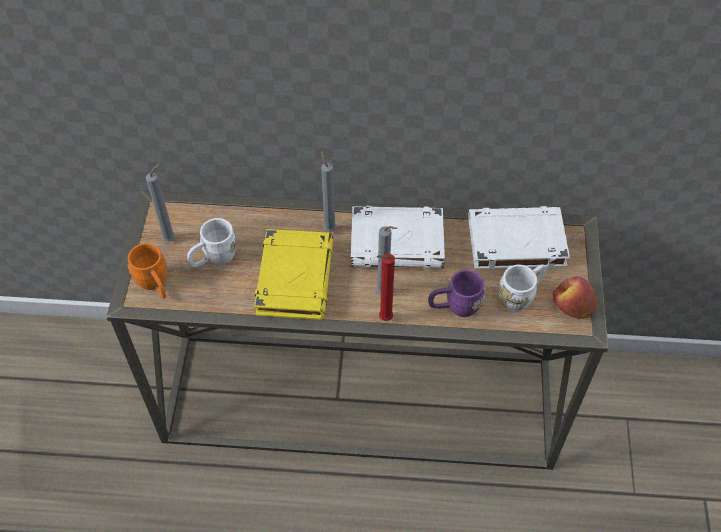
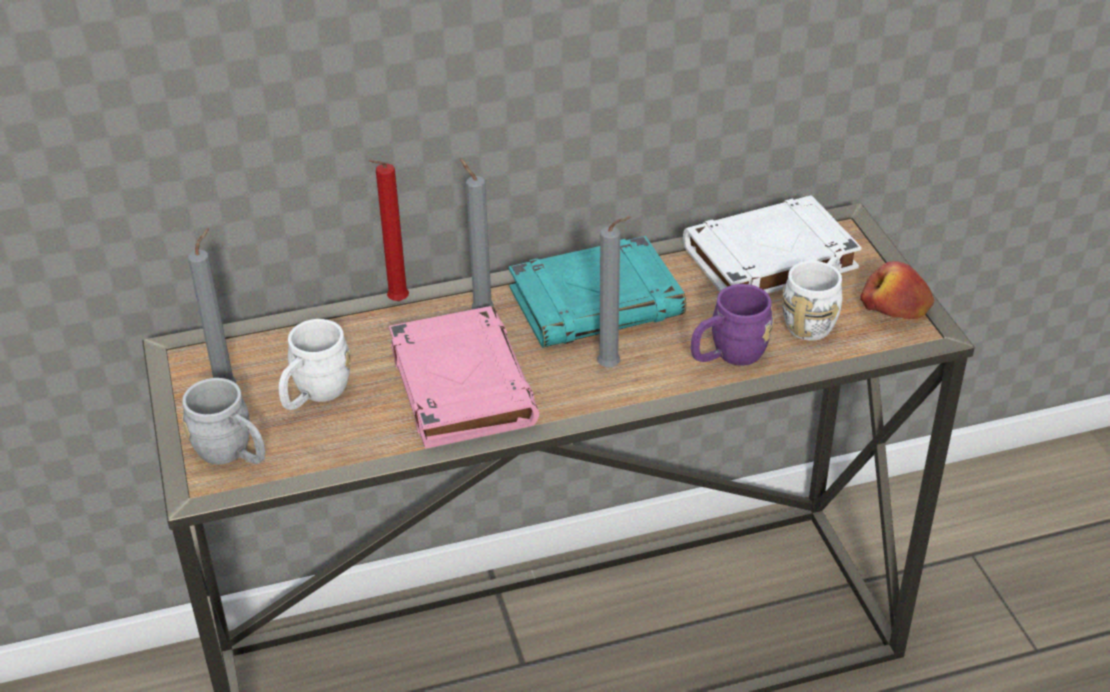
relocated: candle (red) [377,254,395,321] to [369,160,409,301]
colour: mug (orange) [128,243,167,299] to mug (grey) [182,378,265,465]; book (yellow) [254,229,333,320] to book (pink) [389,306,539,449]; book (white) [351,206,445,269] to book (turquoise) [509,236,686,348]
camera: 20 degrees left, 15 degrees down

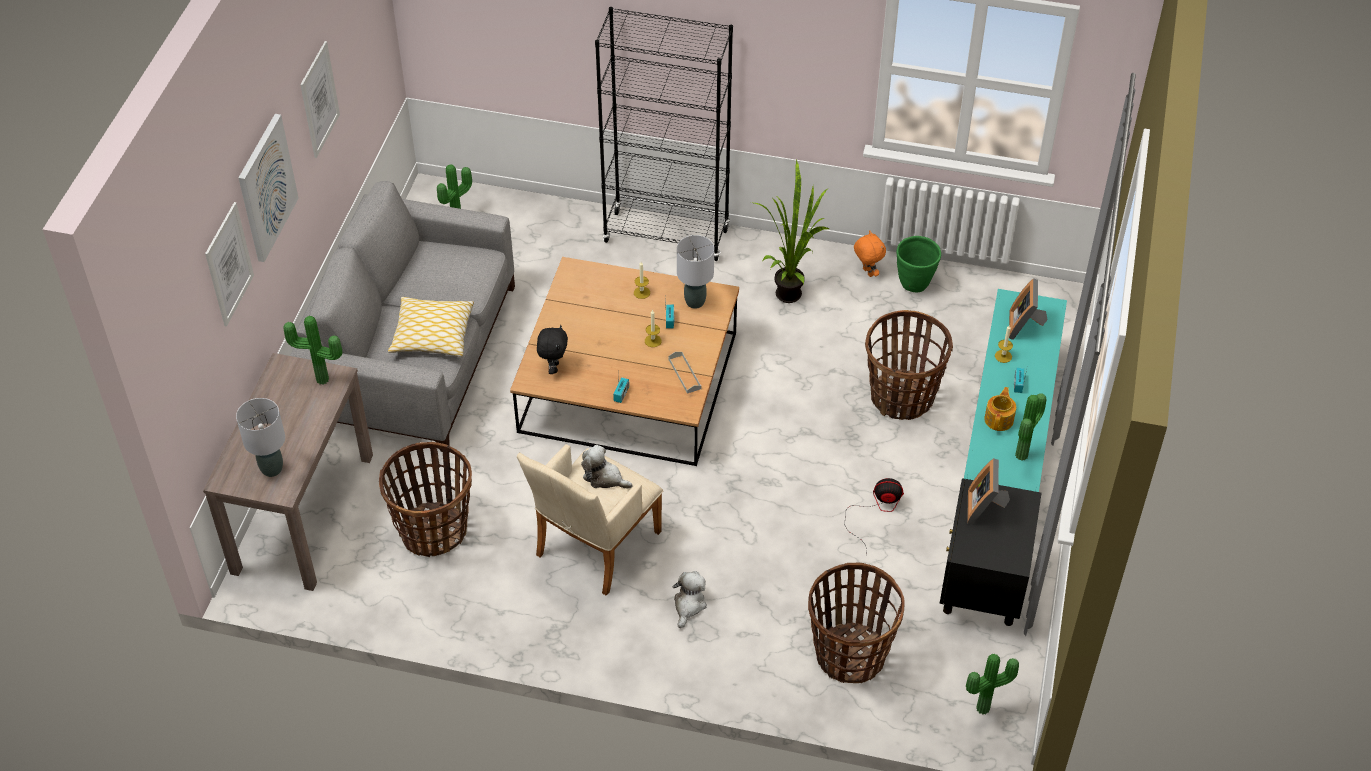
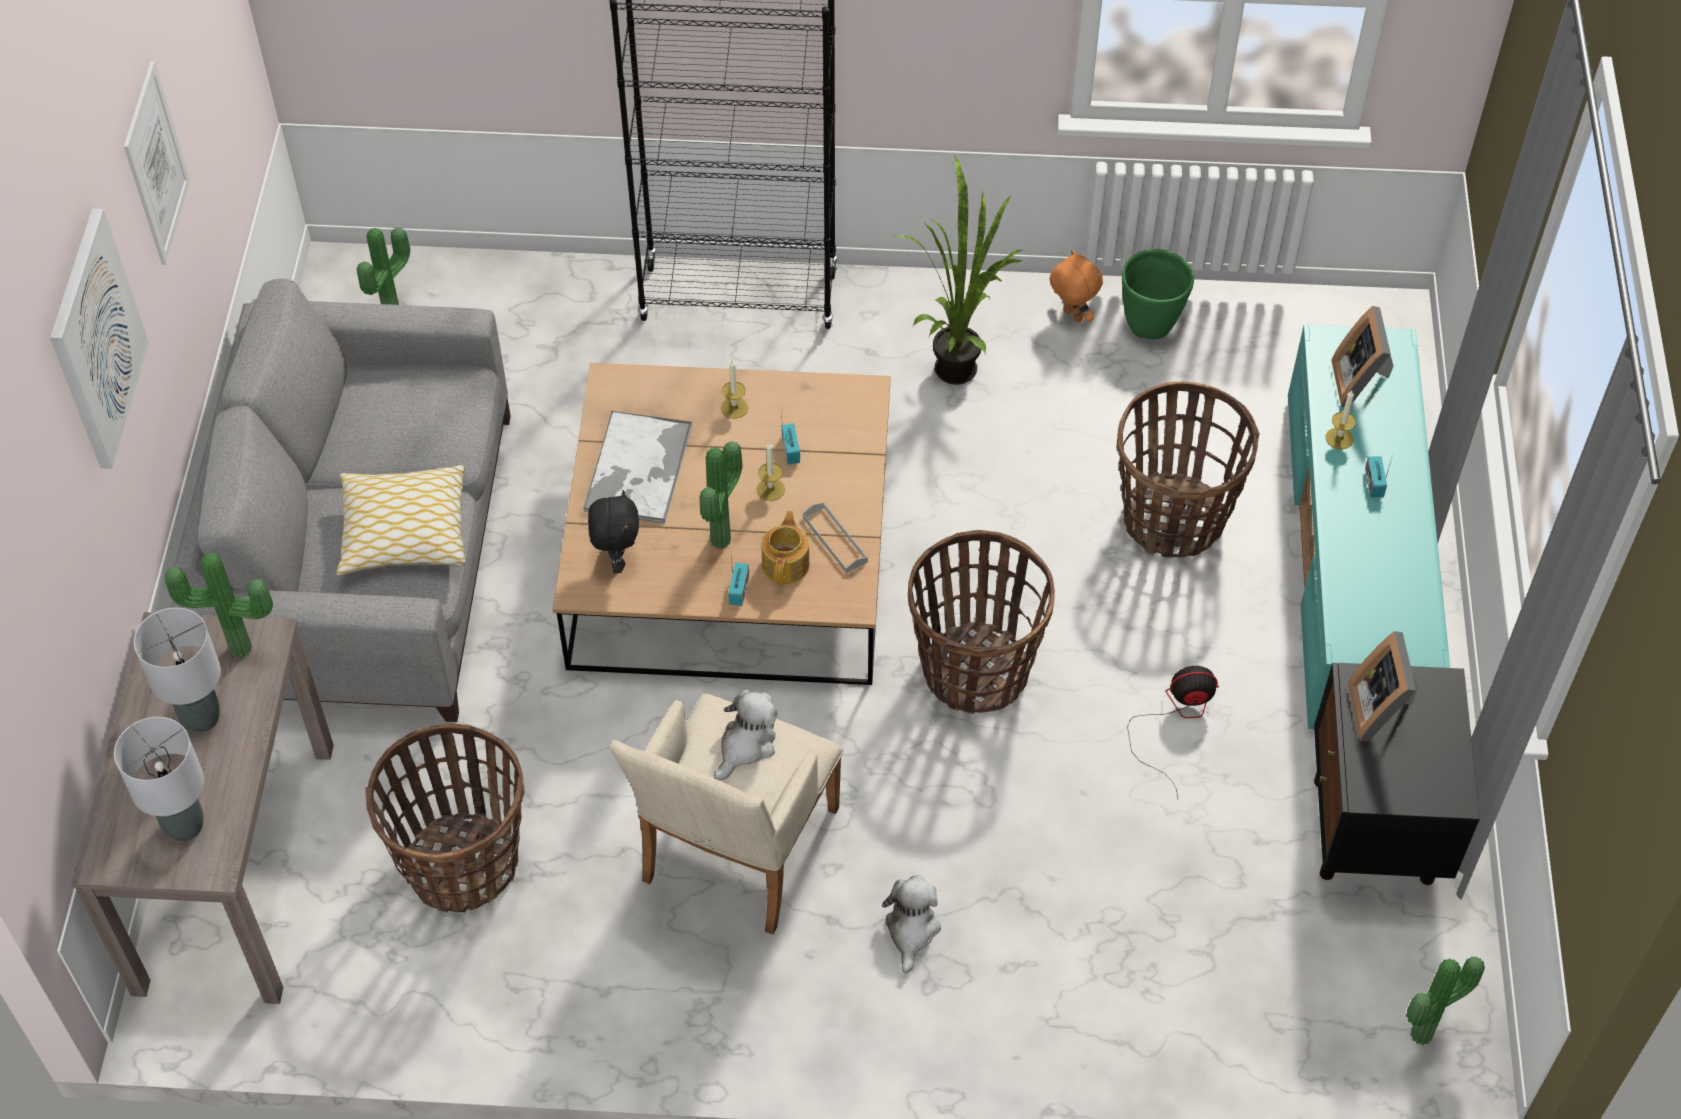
missing: picture [205,202,254,327]
appeared: tray [583,411,692,524]
relocated: table lamp (grey) [677,235,714,309] to [134,608,221,733]; basket [808,563,905,683] to [908,530,1055,714]; teapot [984,387,1016,431] to [762,511,810,584]; potted plant [1015,393,1046,461] to [700,441,743,549]
spun: plush toy [581,445,633,489] = [714,689,778,780] 105 degrees clockwise
camera: 10 degrees left, 5 degrees up

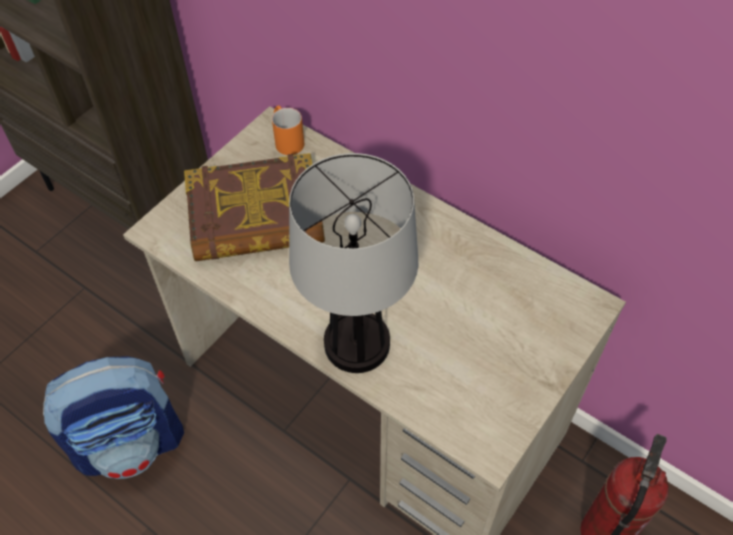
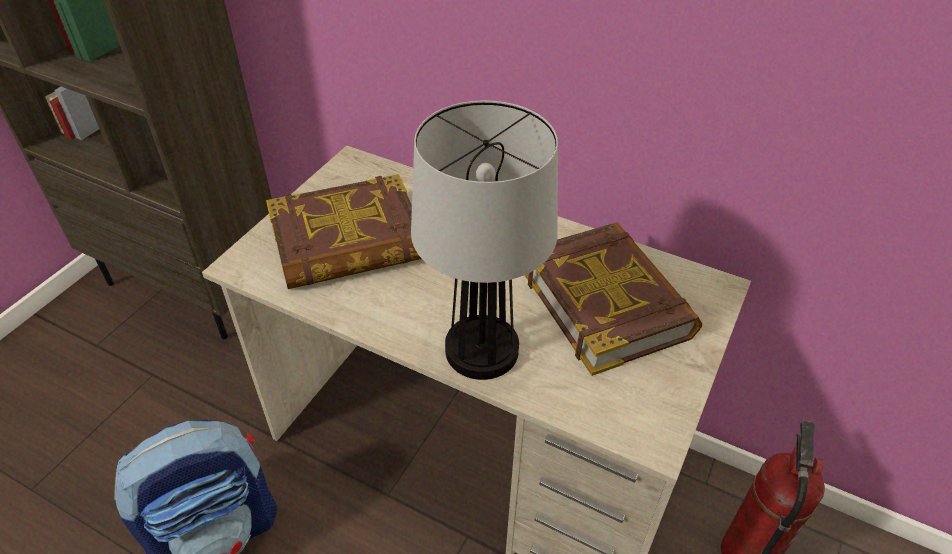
missing: mug (orange) [272,105,304,155]
appeared: book [524,222,702,376]
camera: 10 degrees left, 10 degrees down

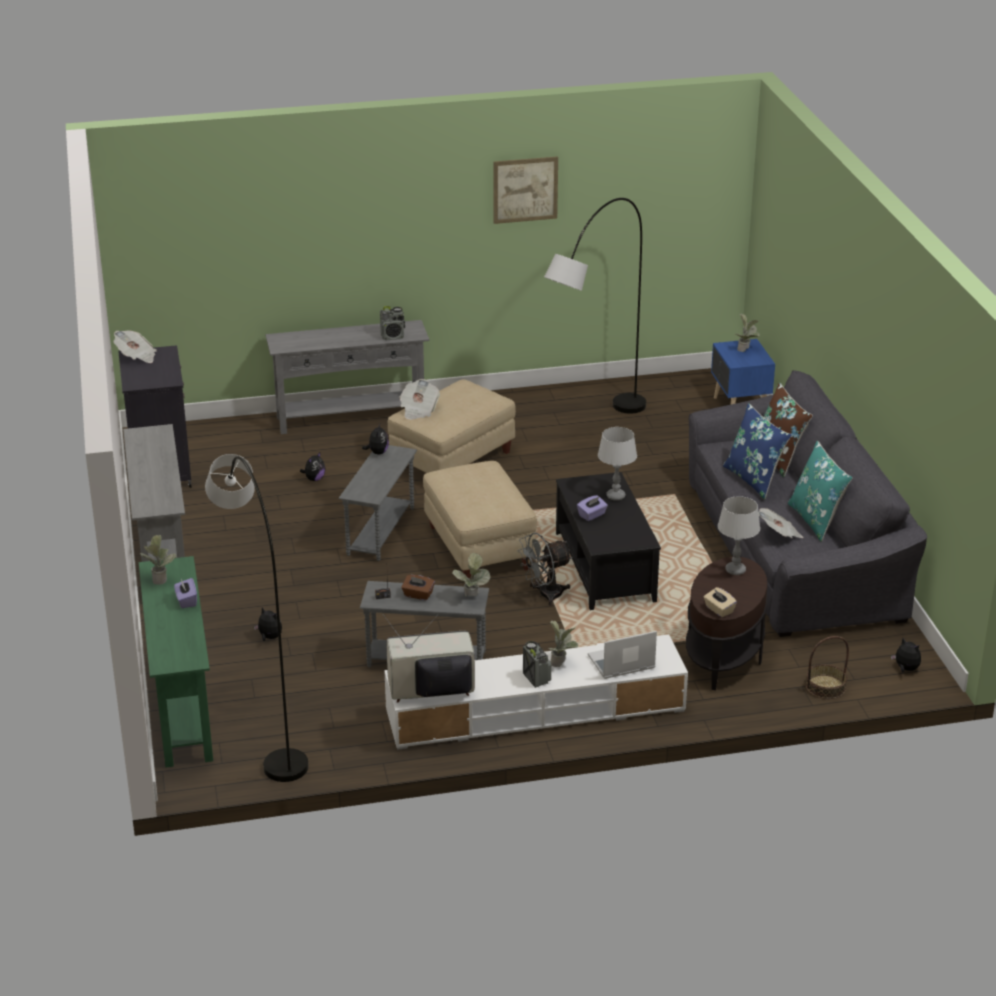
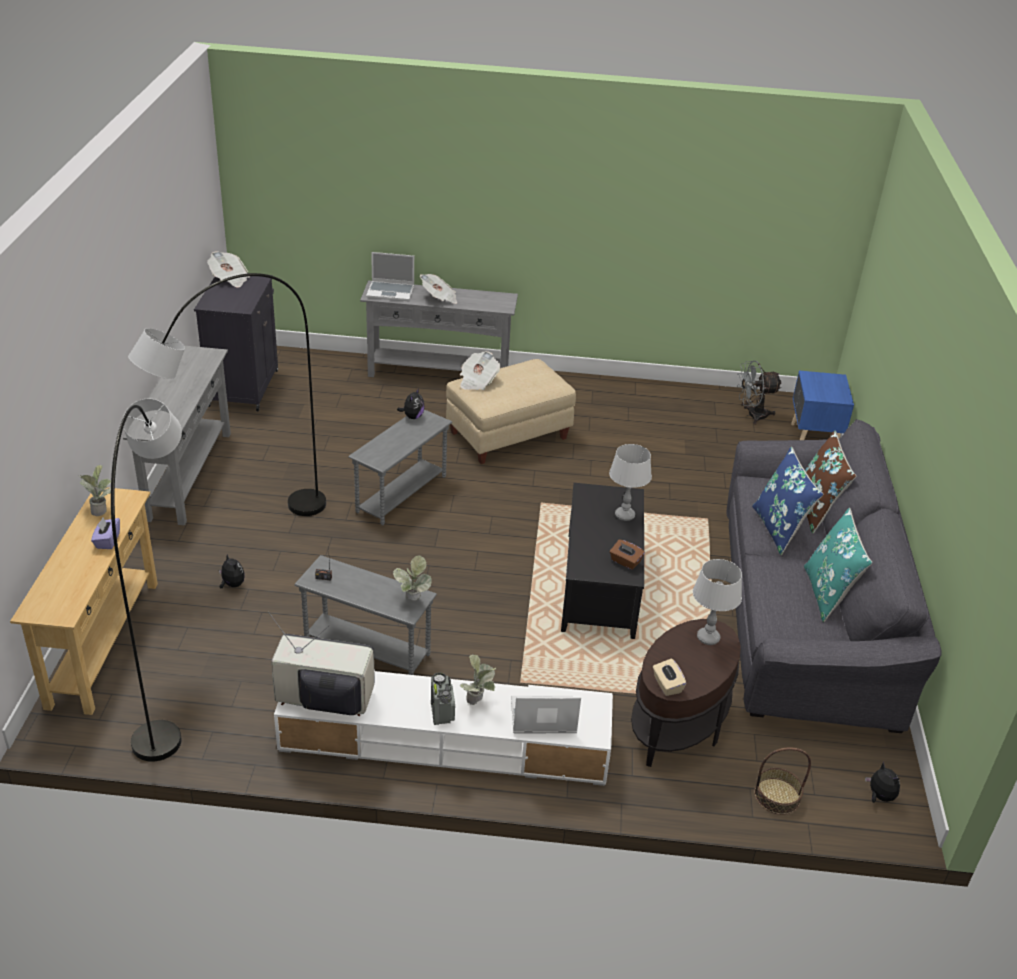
missing: plush toy [300,452,325,481]; radio [380,306,405,340]; ottoman (beige) [423,461,537,582]; picture [493,157,558,224]; tissue box (purple) [577,495,608,521]; potted plant [736,314,760,352]
appeared: laptop [366,252,414,301]
relocated: tissue box (brown) [401,575,435,600] to [610,539,645,570]; fan (grey) [518,532,572,606] to [737,360,782,424]; floor lamp (grey) [544,198,646,414] to [128,273,326,516]; newspaper [758,508,804,538] to [420,274,457,304]
colour: console table (green) [139,556,213,767] to console table (beige) [10,487,158,715]
camera: 15 degrees right, 5 degrees up

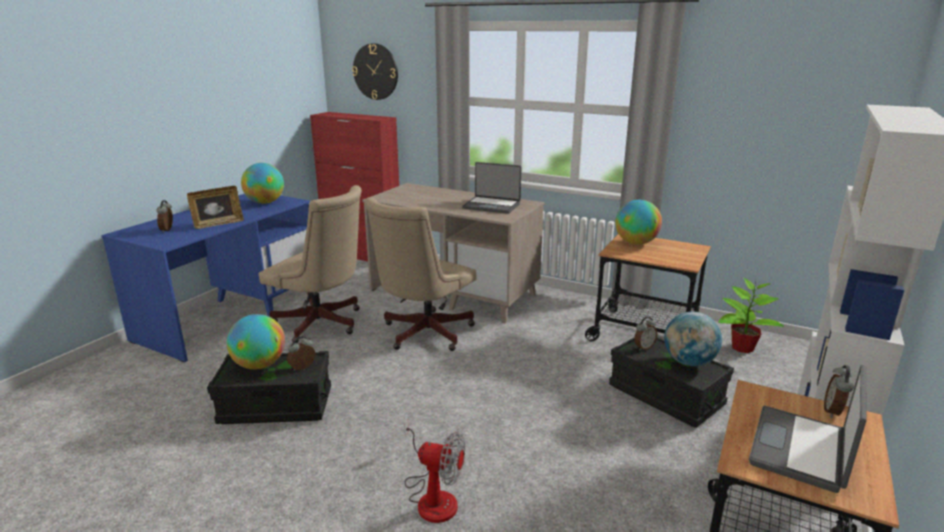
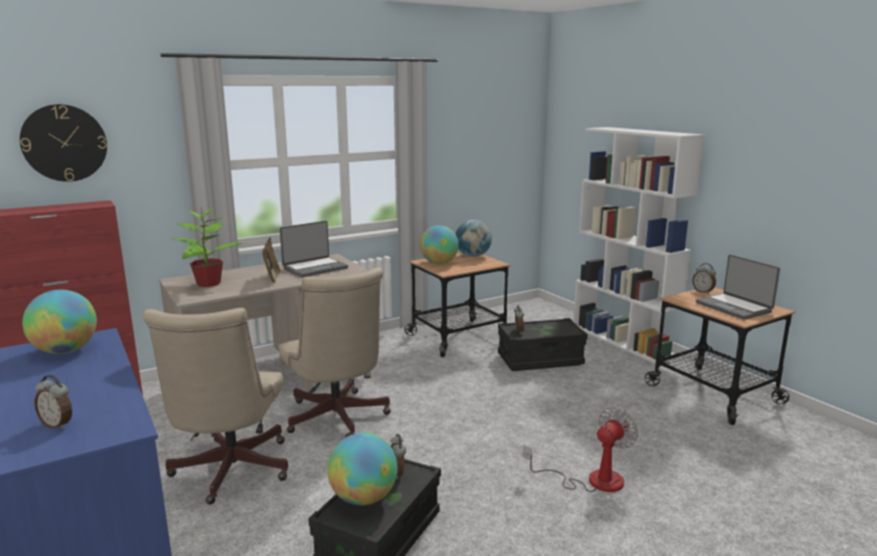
relocated: picture frame [187,186,244,229] to [262,238,281,283]; globe [664,312,722,366] to [455,220,492,257]; potted plant [718,278,784,353] to [172,208,243,287]
spun: office chair (beige) [259,185,362,343] = [143,308,288,504] 120 degrees clockwise
camera: 60 degrees left, 5 degrees down

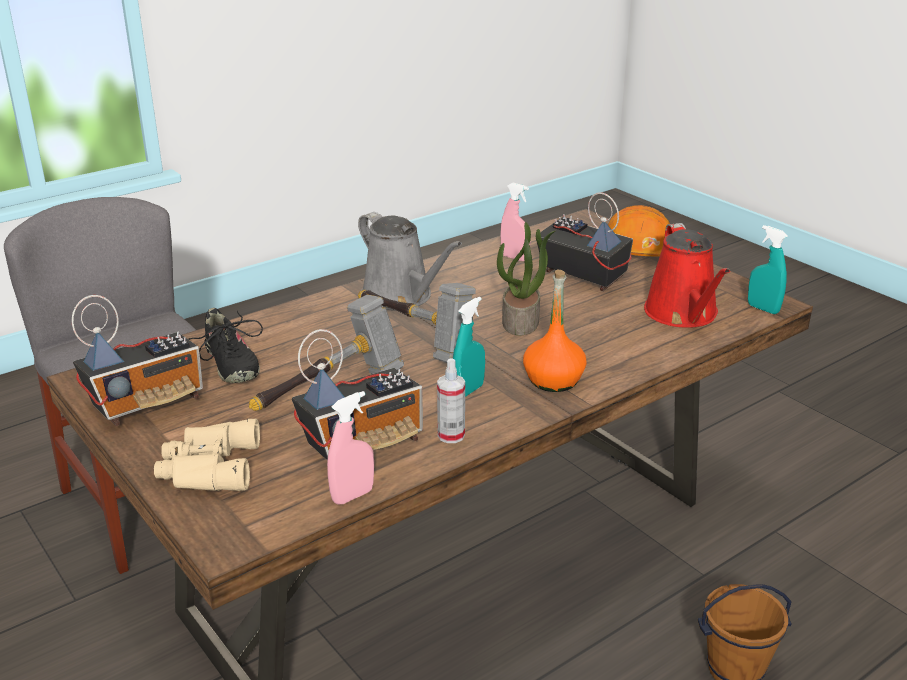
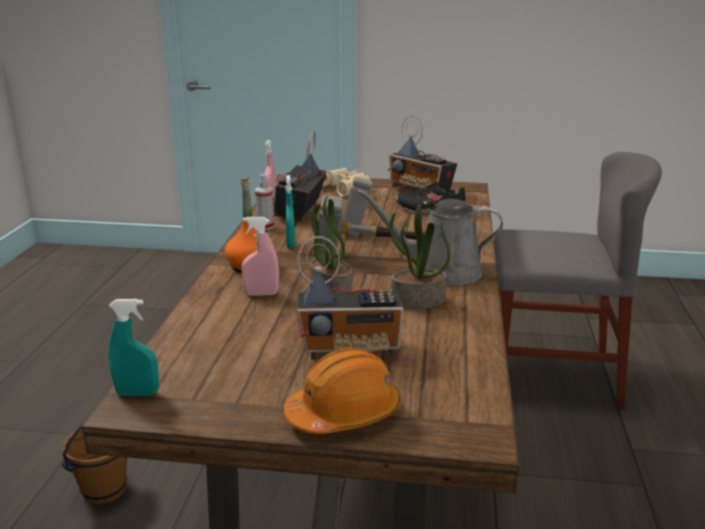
missing: watering can (red) [644,223,730,327]
appeared: potted plant [389,204,451,309]
relocated: spray bottle (pink) [500,183,531,261] to [241,217,279,296]
spun: radio [72,295,203,426] = [388,116,457,190] 60 degrees counterclockwise
camera: 135 degrees right, 5 degrees down

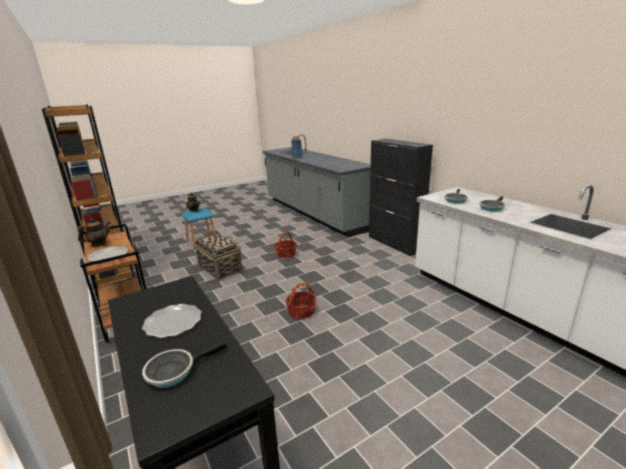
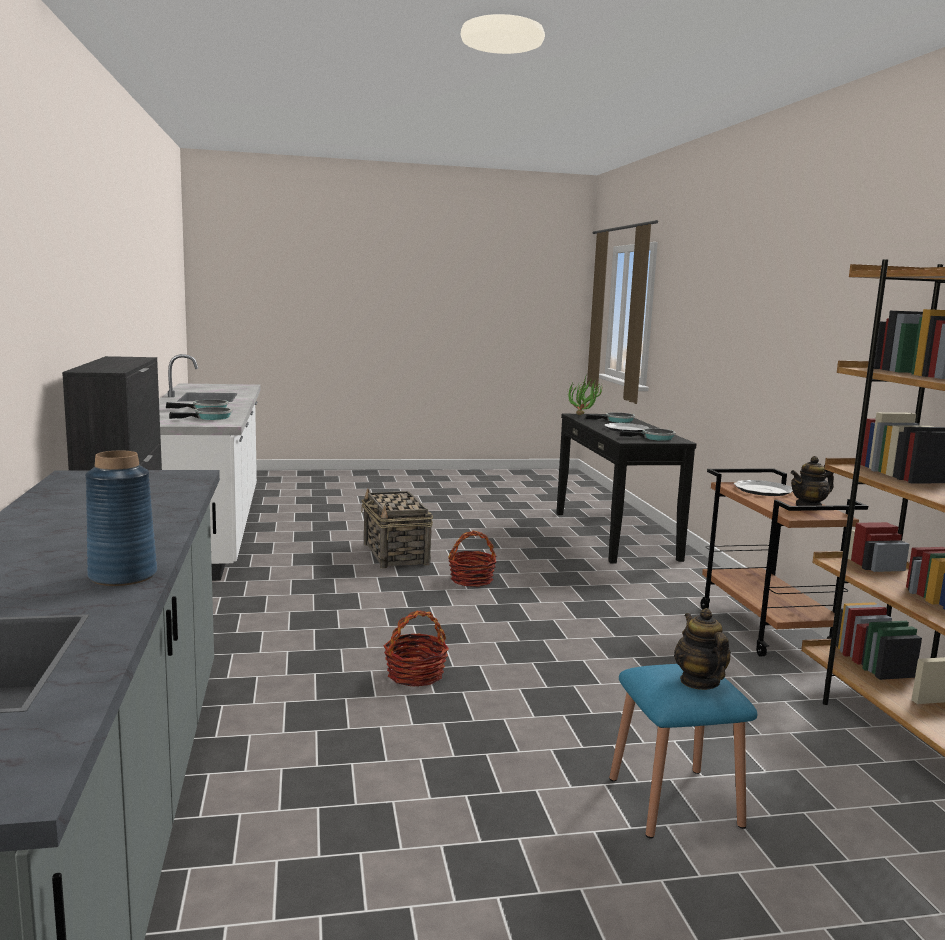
appeared: potted plant [568,377,603,415]; frying pan [620,428,675,441]
relocated: basket [194,230,242,281] to [361,488,433,569]
camera: 160 degrees left, 10 degrees down

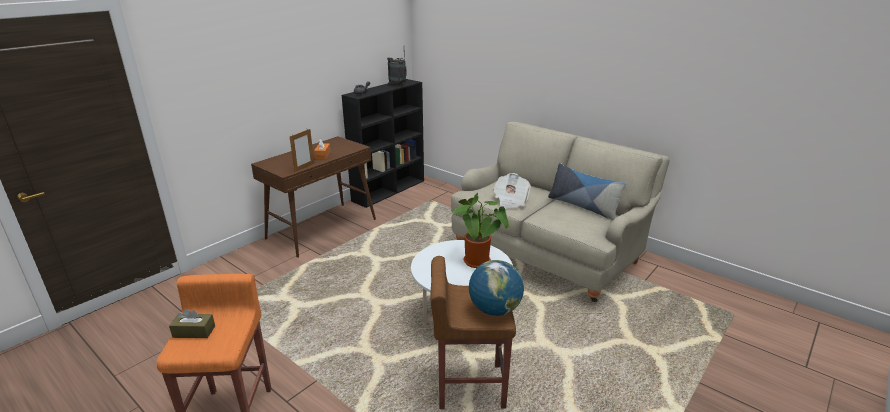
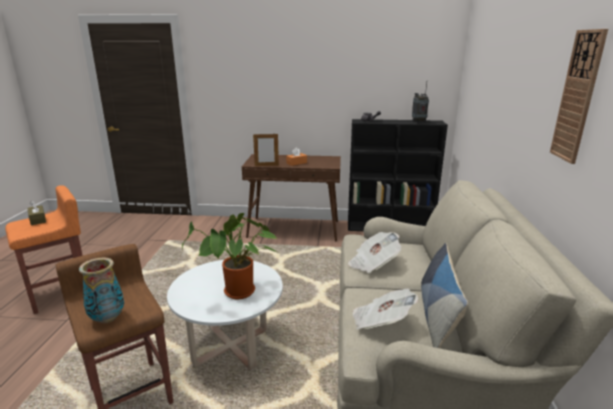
appeared: newspaper [352,289,418,330]; wall clock [550,29,608,164]
exchanged: globe [469,260,524,316] to vase [79,258,124,323]
camera: 55 degrees right, 5 degrees down

